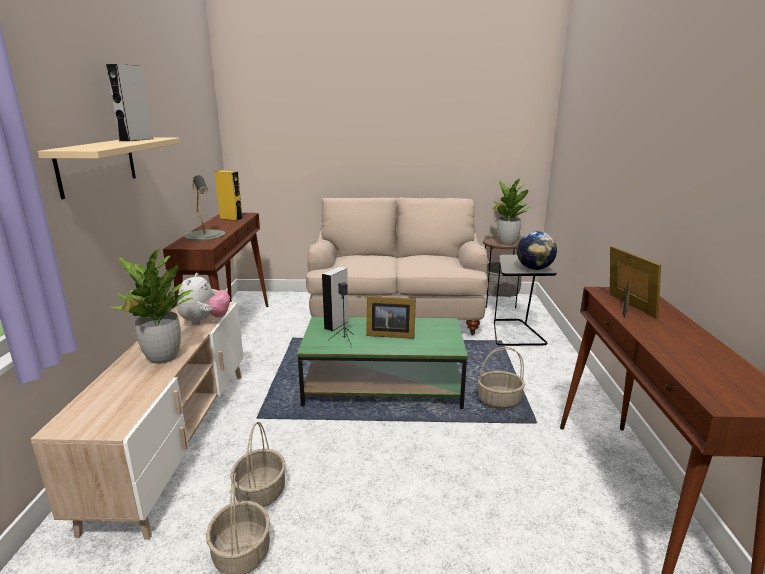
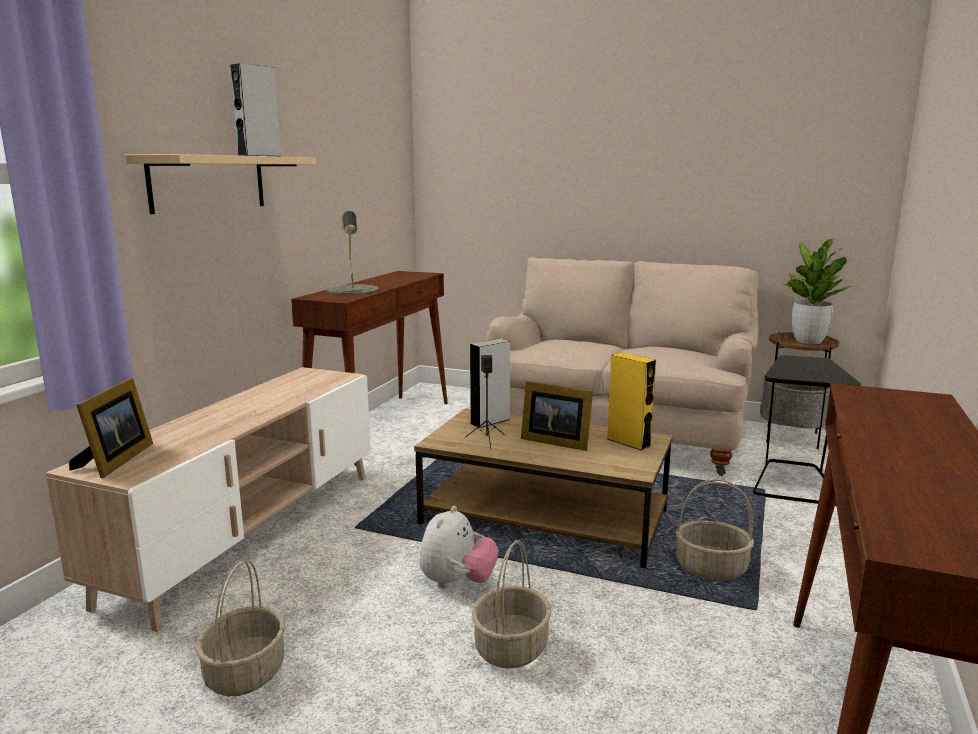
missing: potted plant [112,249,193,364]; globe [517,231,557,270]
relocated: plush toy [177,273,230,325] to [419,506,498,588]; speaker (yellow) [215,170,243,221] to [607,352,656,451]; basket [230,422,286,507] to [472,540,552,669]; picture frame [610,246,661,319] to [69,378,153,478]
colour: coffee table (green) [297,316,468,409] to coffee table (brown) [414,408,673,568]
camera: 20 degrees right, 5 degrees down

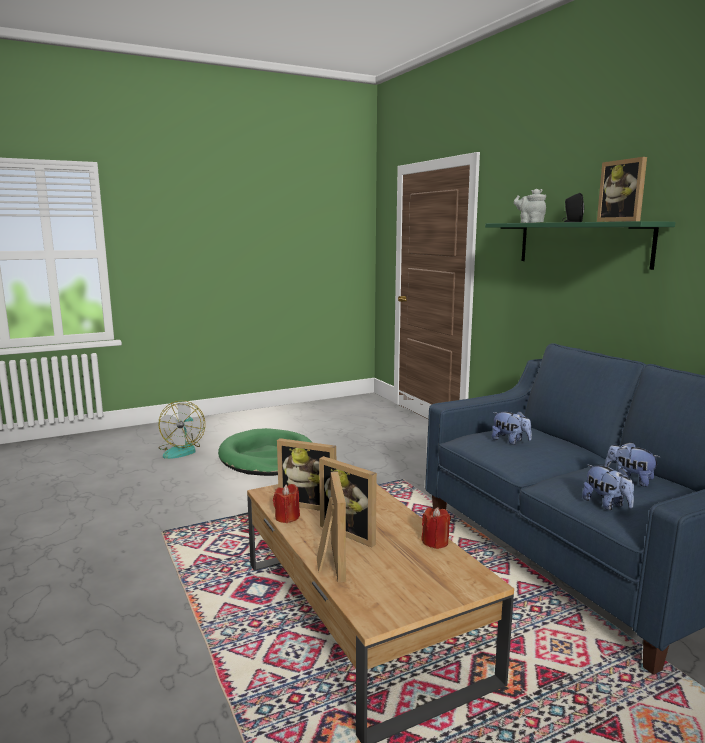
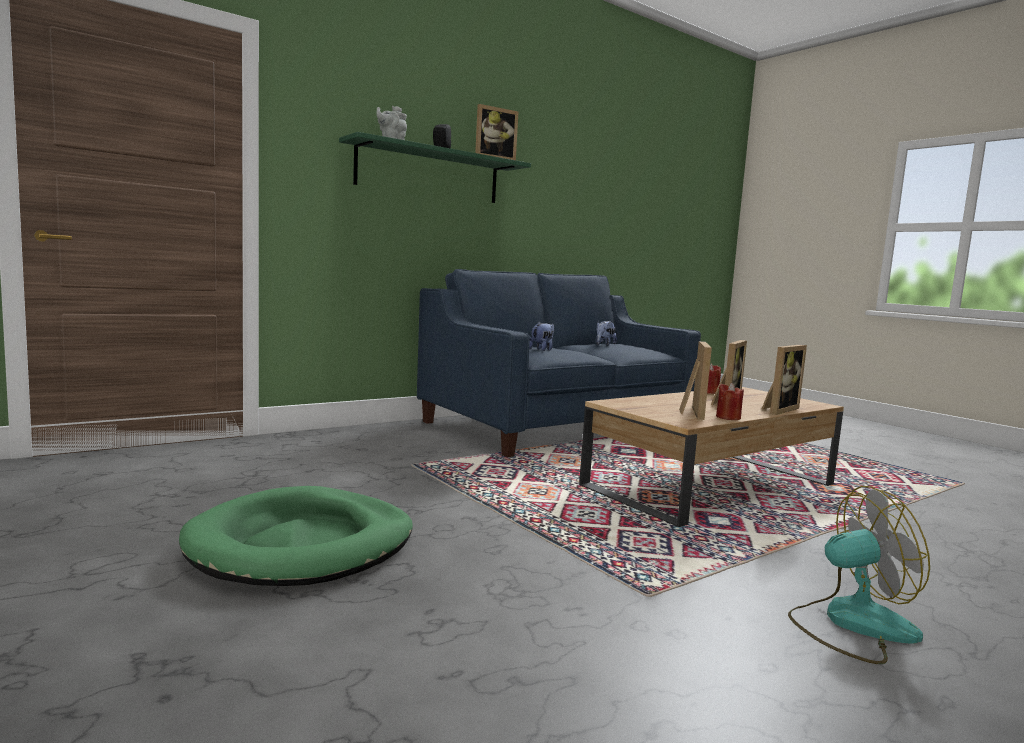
missing: plush toy [582,464,634,510]
relocated: fan [159,401,205,459] to [788,486,930,664]
spun: picture frame [317,471,346,582] = [762,344,807,415] 150 degrees clockwise
camera: 100 degrees left, 5 degrees down

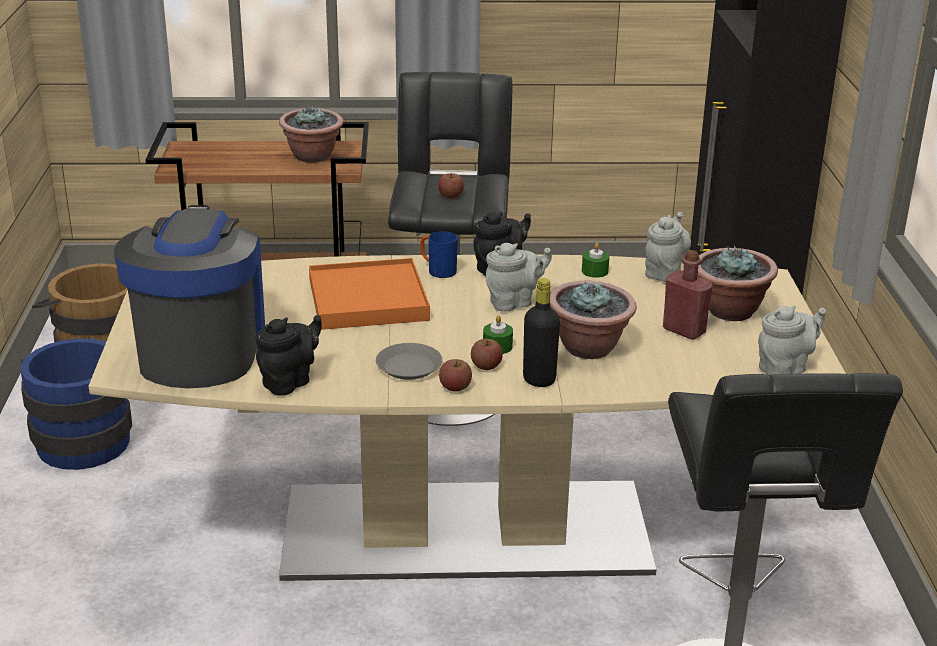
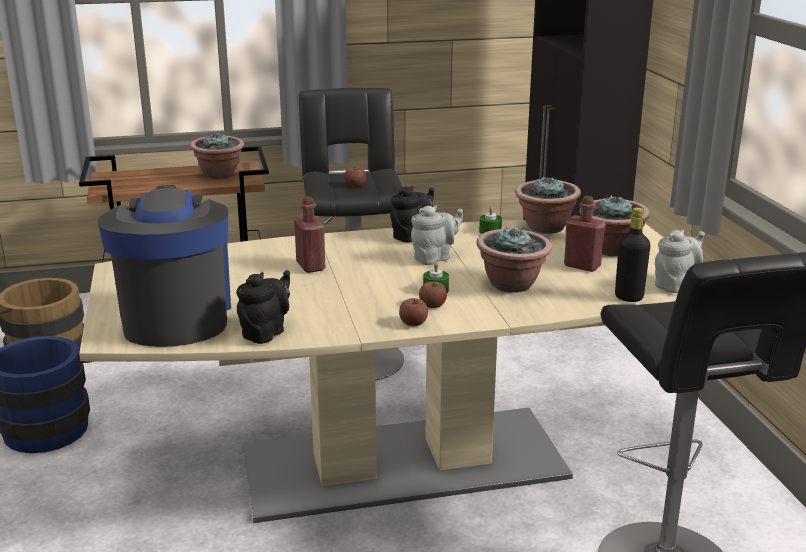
missing: plate (grey) [376,343,442,380]; mug (blue) [420,231,458,278]
relocated: bottle (black) [523,278,560,387] to [615,207,650,302]
exchanged: tray (orange) [309,258,430,330] to bottle (red) [294,196,325,273]; teapot (grey) [645,212,691,282] to potted plant [515,176,581,234]
camera: 10 degrees left, 5 degrees down

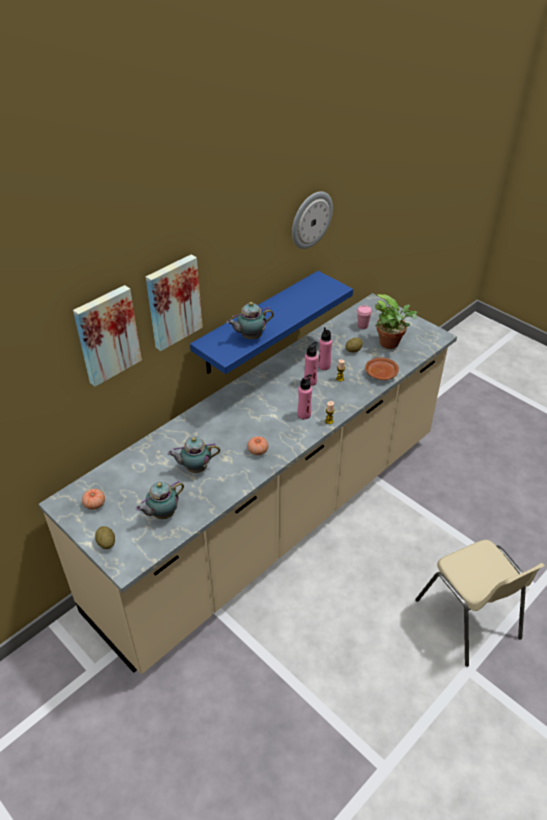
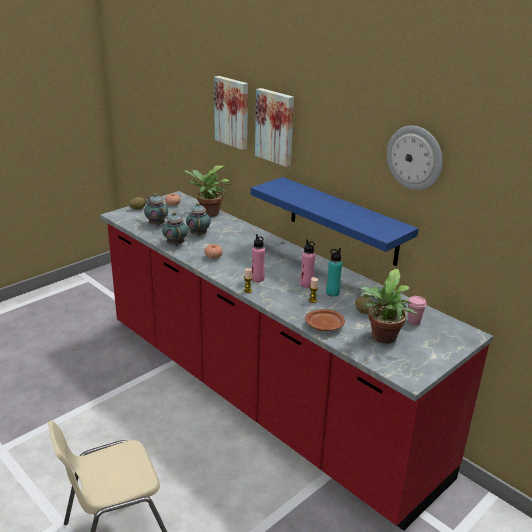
appeared: potted plant [184,165,231,217]
relocated: teapot [227,302,274,339] to [162,212,188,246]
colour: counter (beige) [39,293,457,675] to counter (red) [100,191,493,531]; bottle (pink) [318,327,332,370] to bottle (turquoise) [326,248,342,297]
camera: 90 degrees right, 15 degrees down

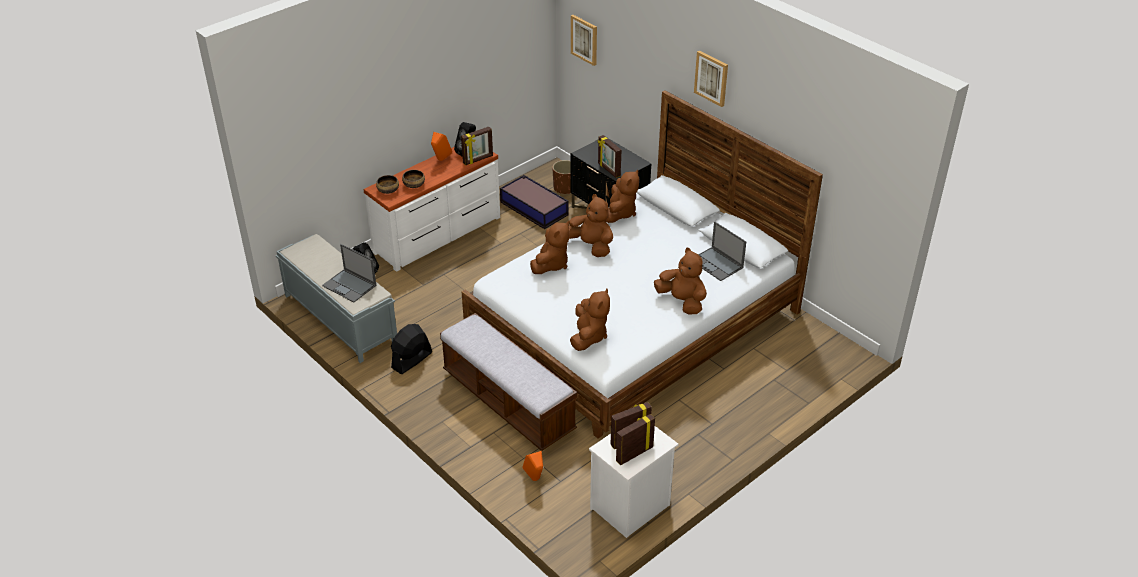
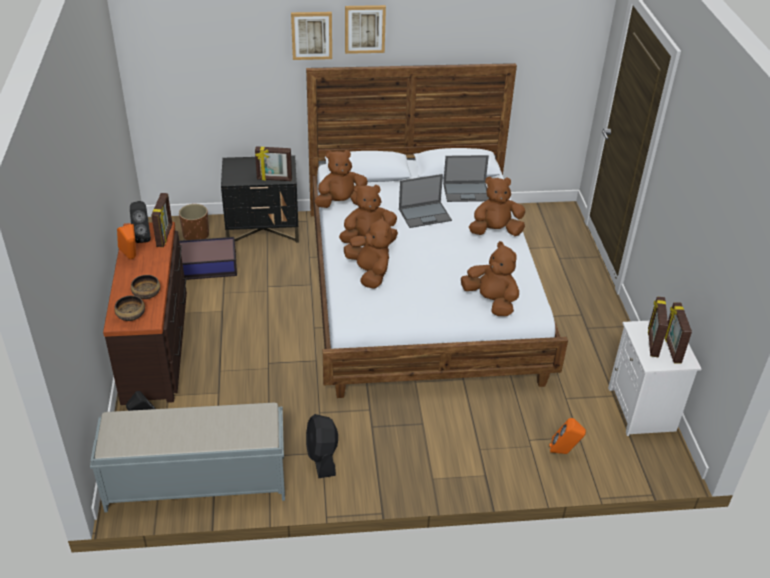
missing: bench [440,313,577,451]
relocated: laptop [322,244,376,302] to [399,174,452,228]; picture [571,15,597,66] to [291,12,332,60]
colour: dresser (white) [364,147,500,272] to dresser (brown) [103,222,187,405]
spun: plush toy (brown) [606,169,639,223] = [314,150,368,208] 75 degrees counterclockwise
camera: 55 degrees left, 0 degrees up

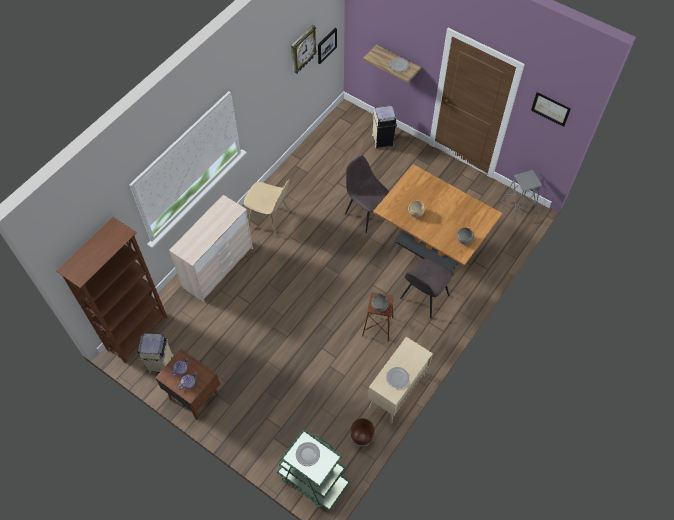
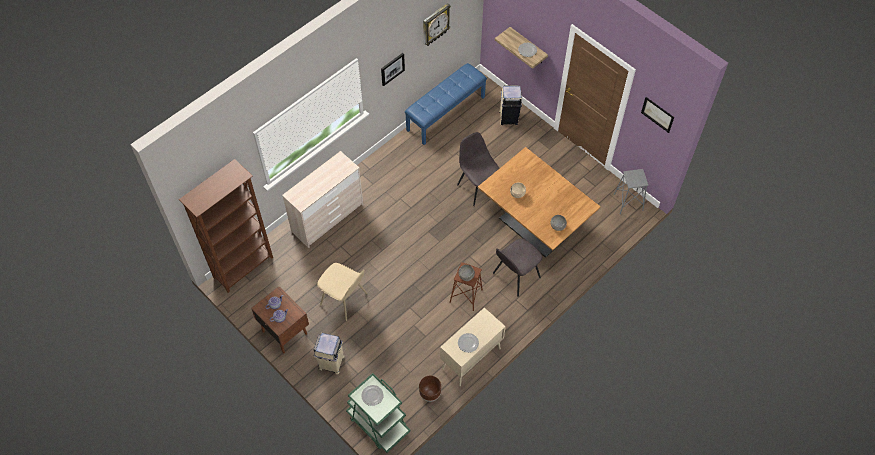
appeared: bench (blue) [405,63,487,145]
relocated: trash can (beige) [138,333,173,373] to [314,333,344,375]; chair (beige) [244,179,290,237] to [317,263,368,321]; picture [318,28,337,64] to [381,53,405,86]
camera: 10 degrees right, 0 degrees up

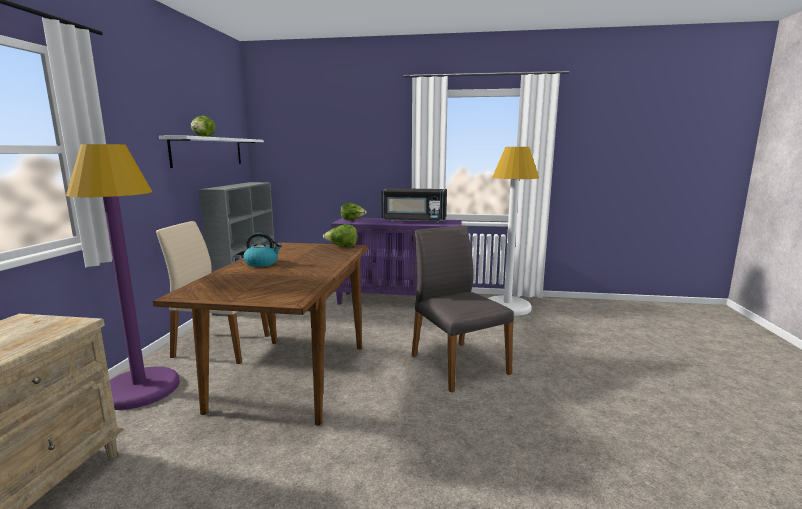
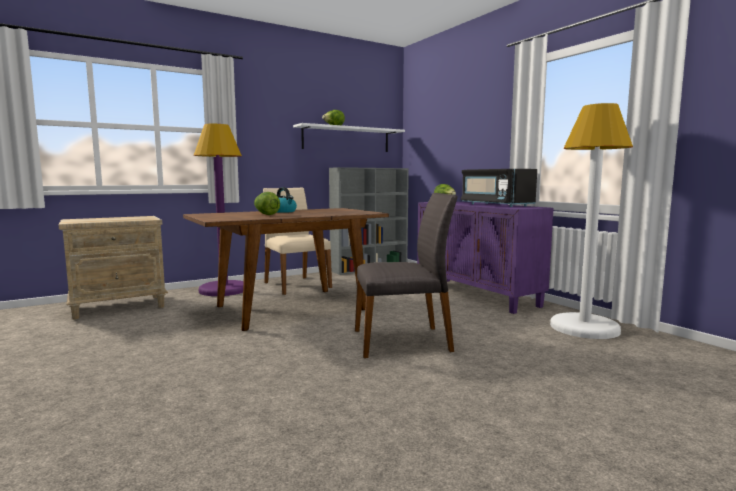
relocated: lettuce [323,224,358,247] to [254,192,280,215]
spun: chair (grey) [412,225,514,392] = [355,193,458,358] 60 degrees clockwise
camera: 50 degrees right, 5 degrees down

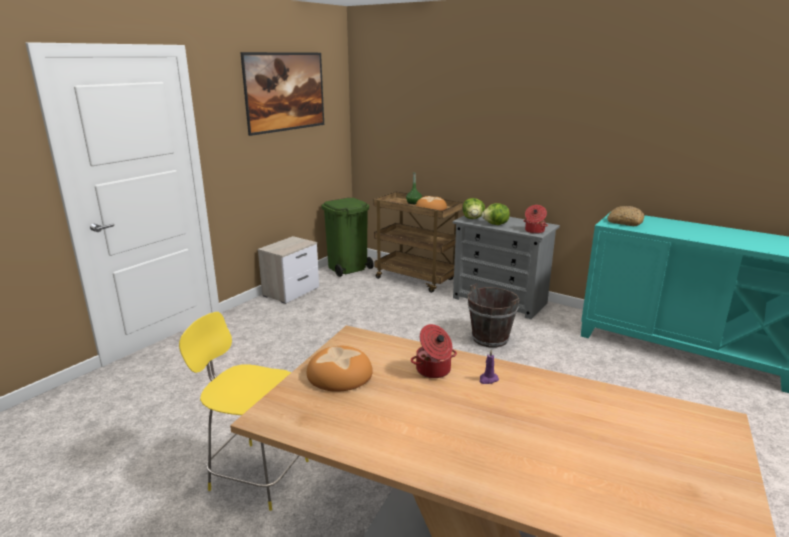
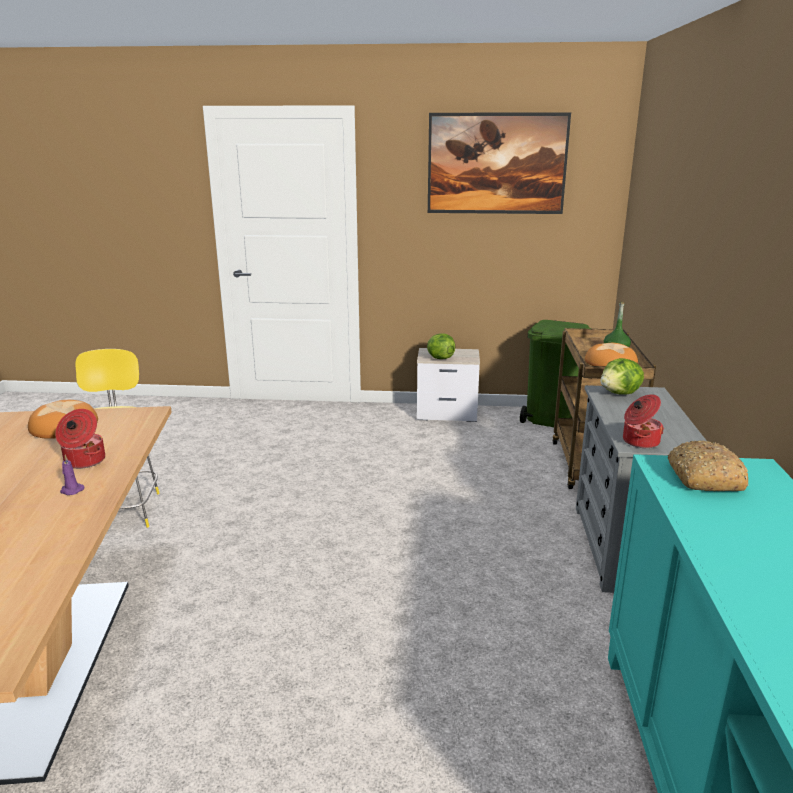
missing: bucket (brown) [467,283,520,348]
relocated: lettuce [482,203,510,225] to [427,333,455,359]
camera: 60 degrees right, 0 degrees up

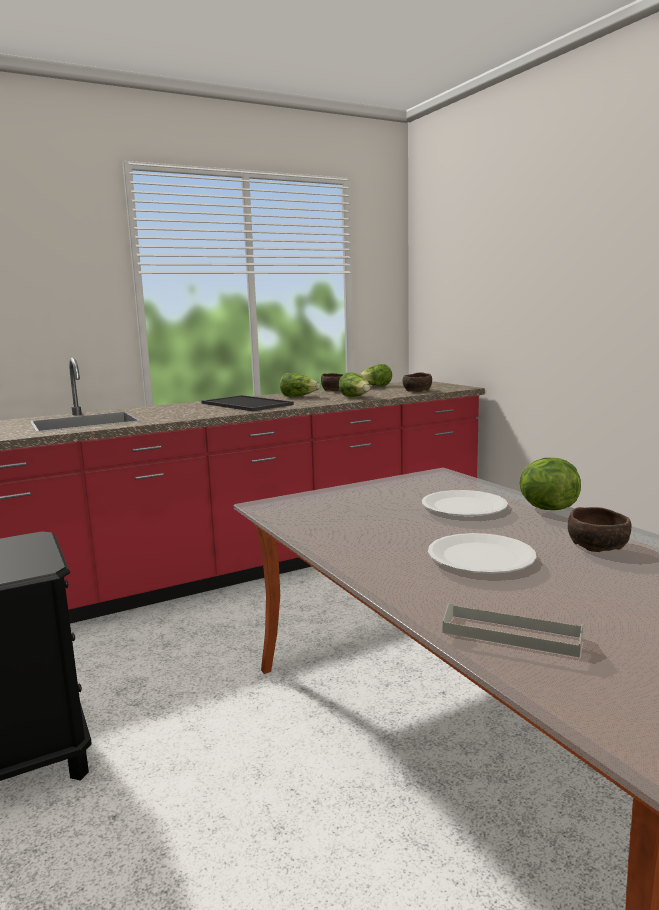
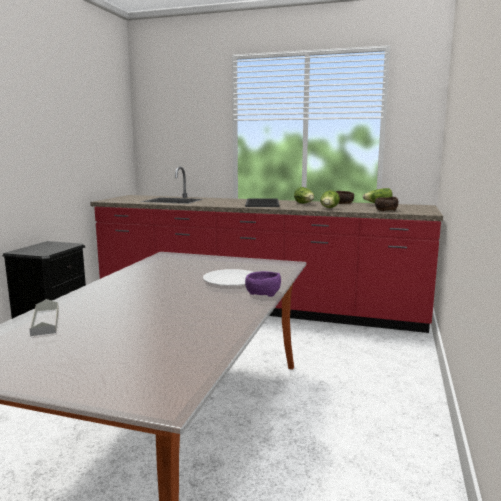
missing: plate (white) [428,533,537,574]; bowl (brown) [568,507,632,552]
exchanged: lettuce [520,458,581,510] to bowl (purple) [245,271,281,297]
camera: 45 degrees right, 0 degrees up

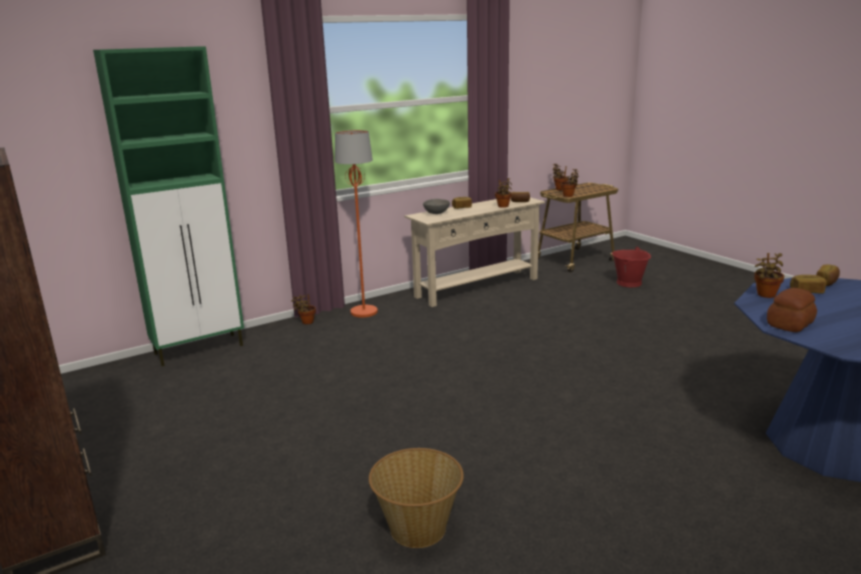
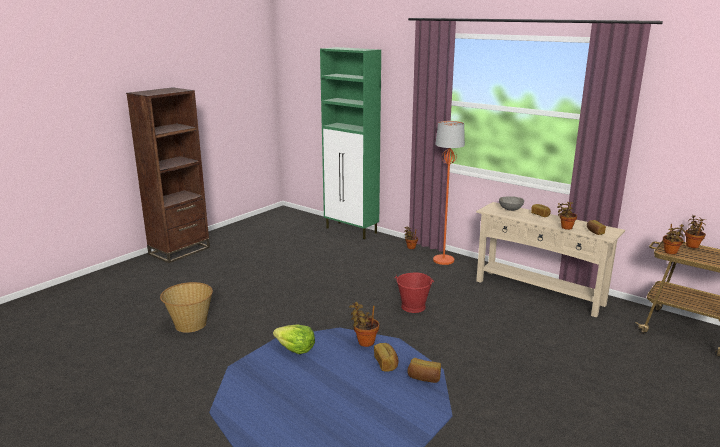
relocated: bucket (red) [612,247,651,287] to [395,272,434,313]
exchanged: bread [767,288,817,332] to lettuce [273,325,315,354]
camera: 70 degrees right, 0 degrees up

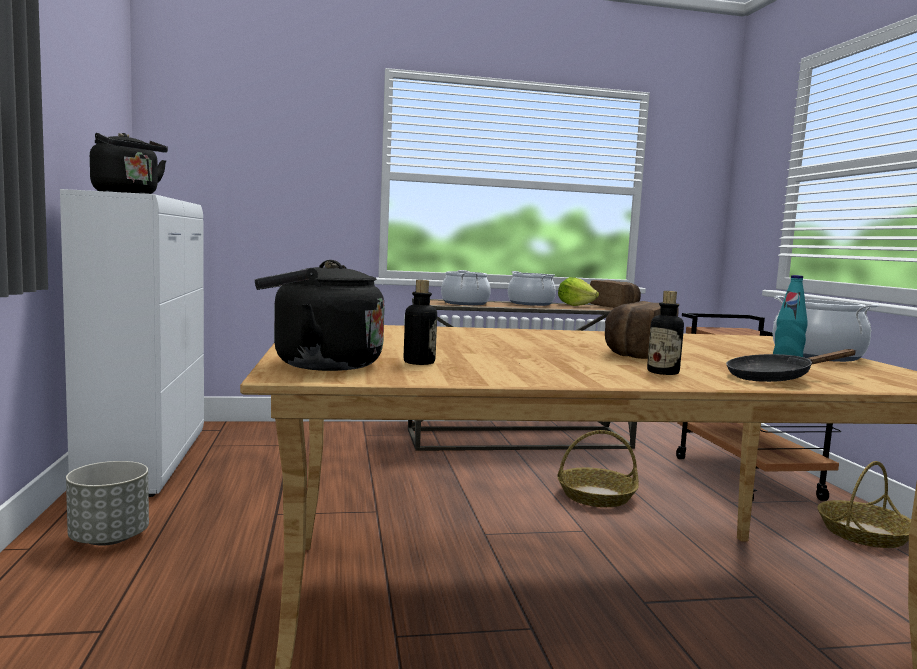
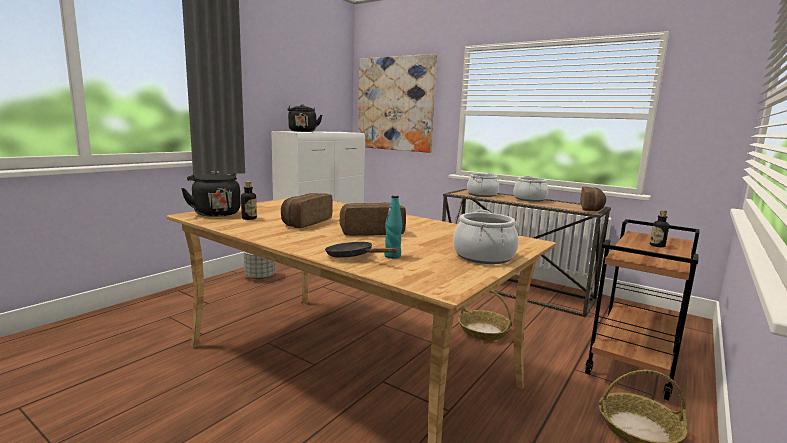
missing: lettuce [558,277,599,306]
appeared: bread [281,193,333,228]; picture [358,54,437,153]
relocated: bottle [647,291,684,375] to [650,210,669,247]
camera: 45 degrees right, 5 degrees up

